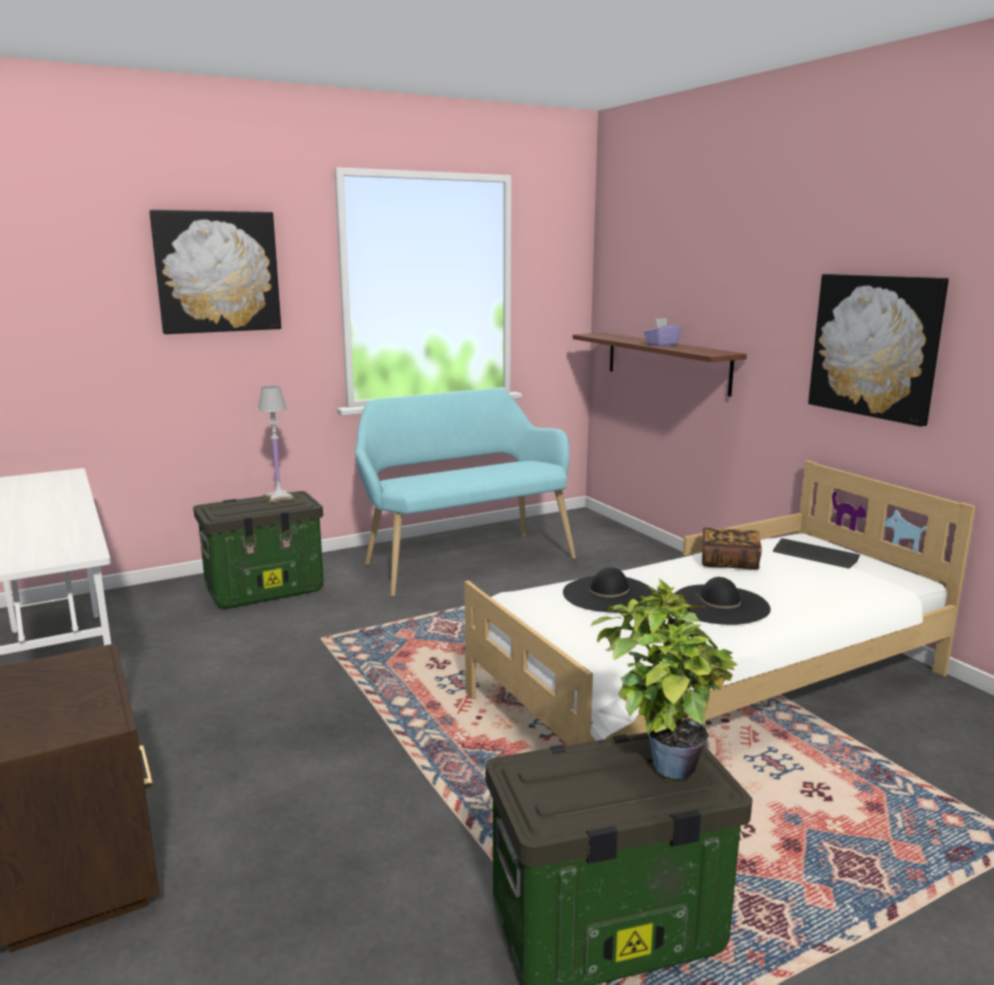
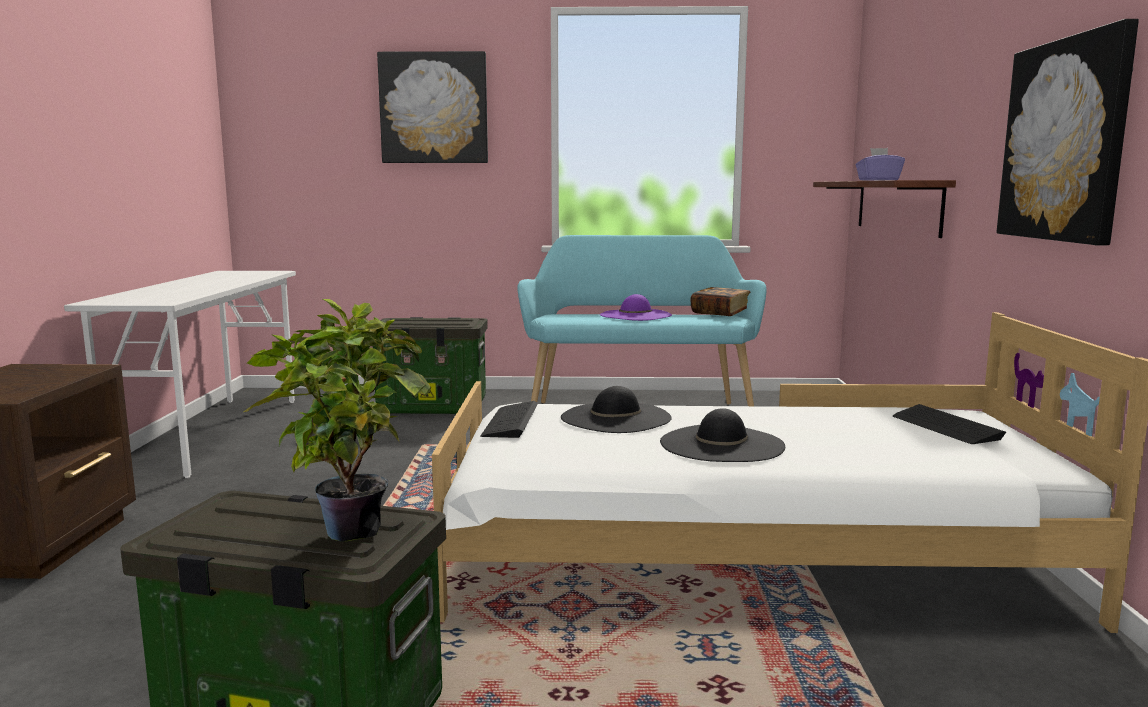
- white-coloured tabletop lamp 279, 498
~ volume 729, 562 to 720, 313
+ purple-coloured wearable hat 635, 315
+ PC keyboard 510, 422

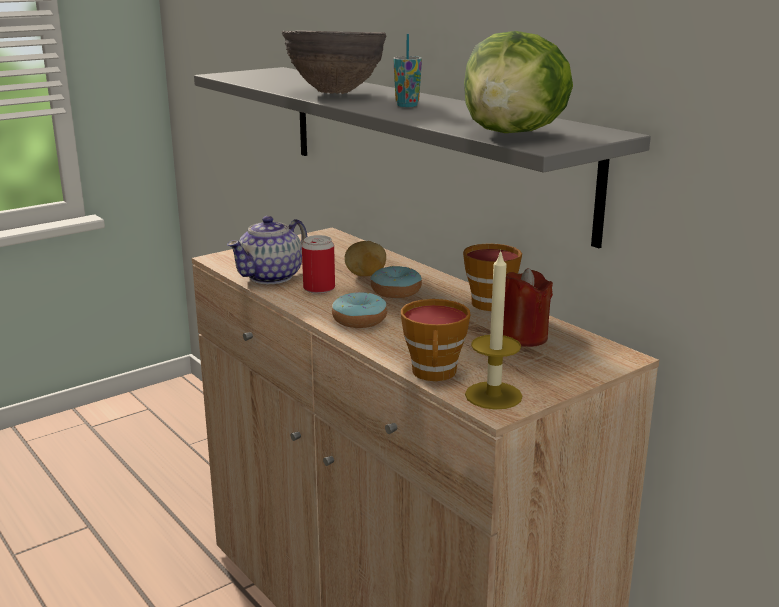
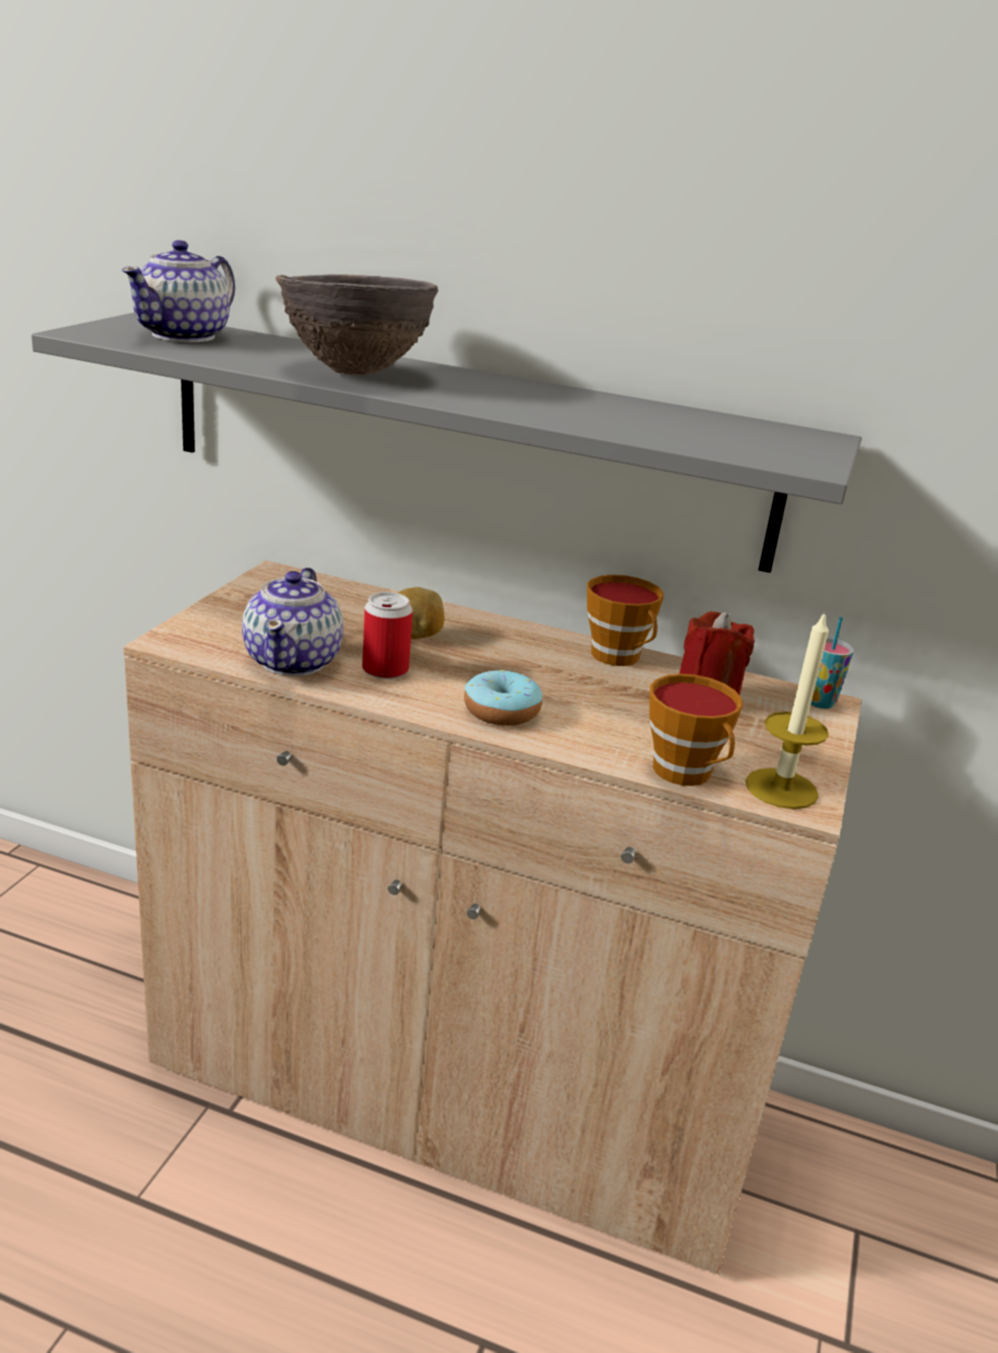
- head of lettuce 513, 133
~ drinking cup 407, 105 to 819, 702
- donut 396, 291
+ tea pot 184, 336

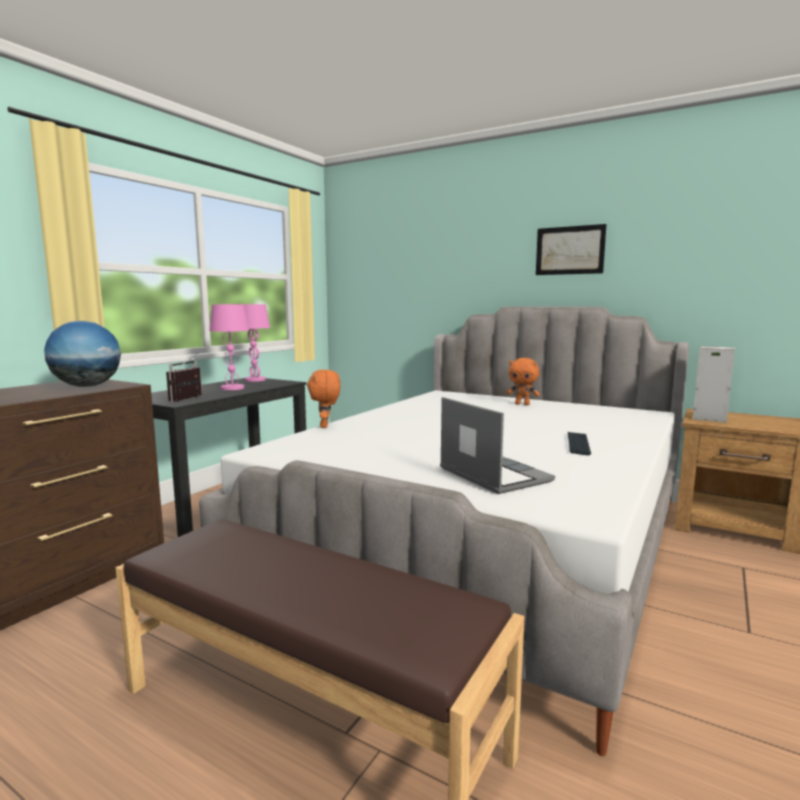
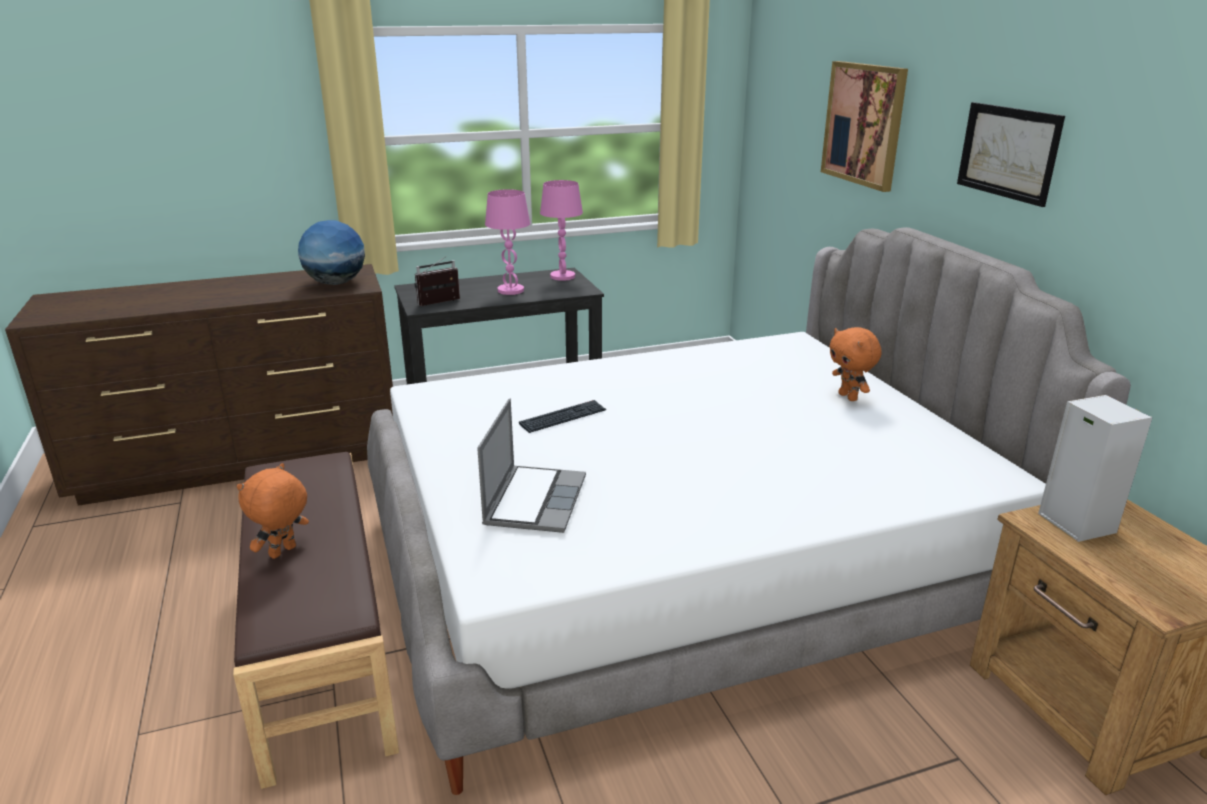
~ orange plush toy 325, 426 to 283, 552
~ PC keyboard 578, 444 to 563, 418
+ picture 864, 124

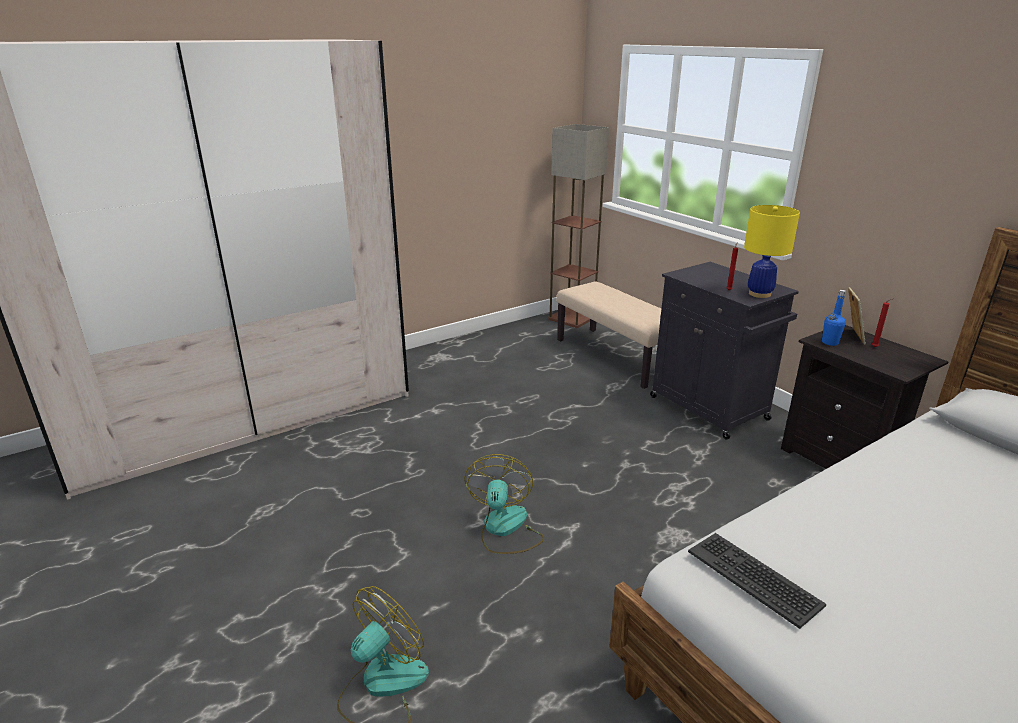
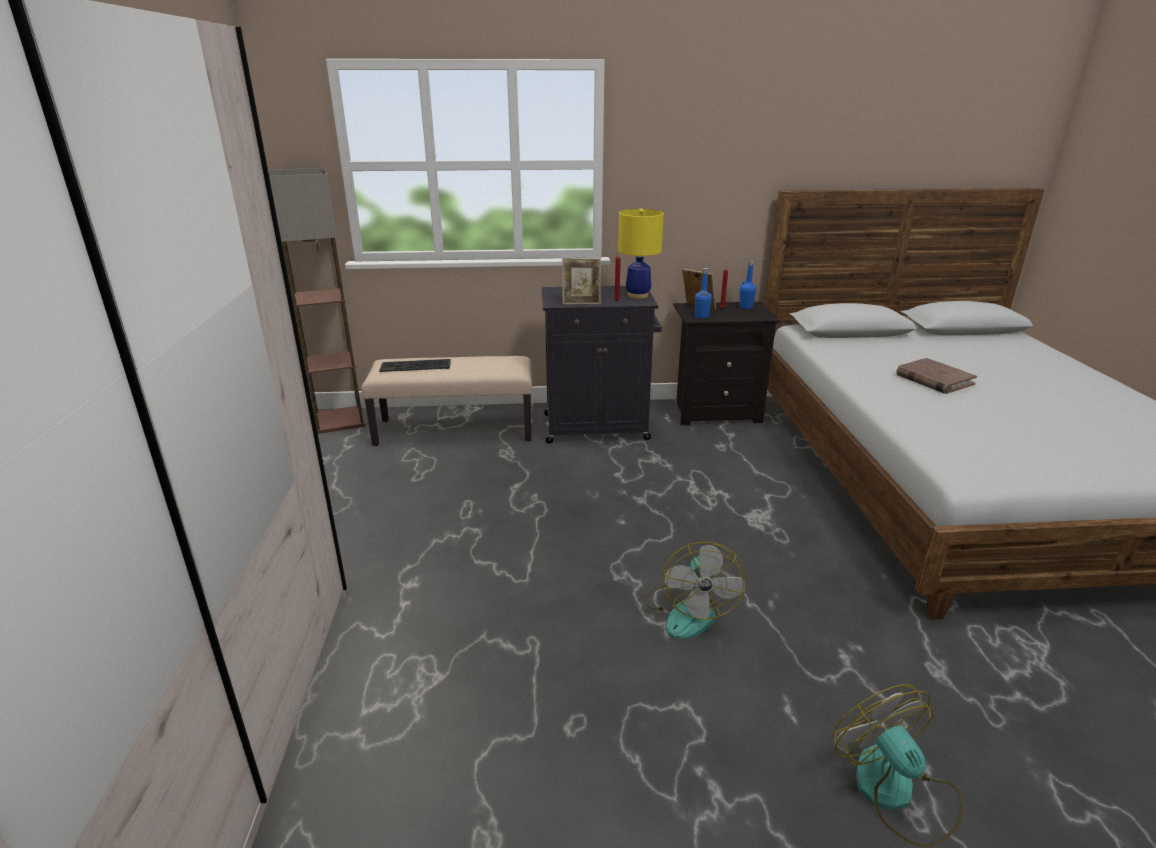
~ fan 505, 529 = 689, 611 120 degrees counterclockwise
~ PC keyboard 754, 577 to 415, 366
+ standing frame 581, 302
+ blue-coloured bottle 746, 307
+ brownish volume 934, 379

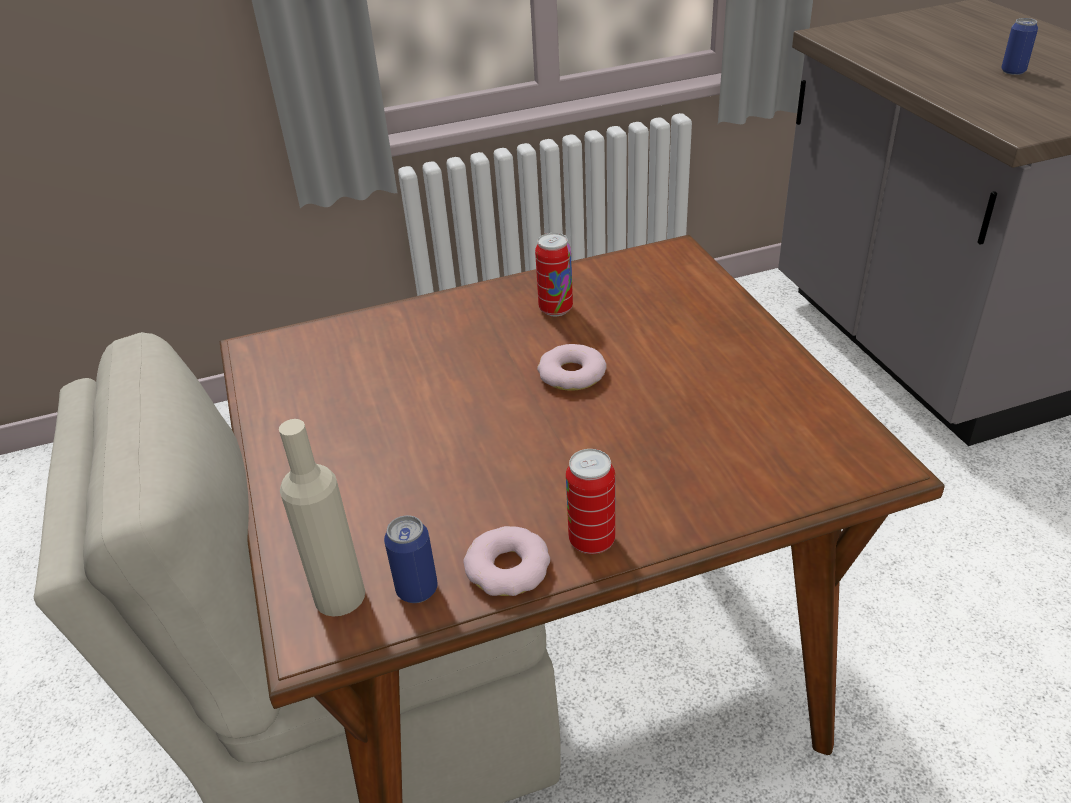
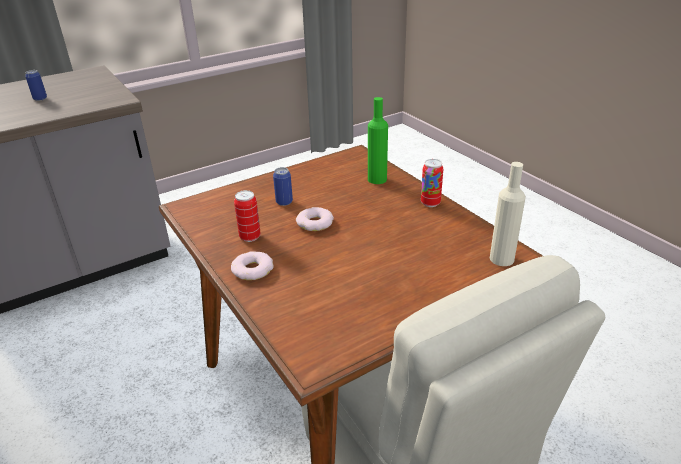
~ metal can 417, 589 to 284, 202
~ donut 508, 568 to 252, 269
+ green bottle 377, 179

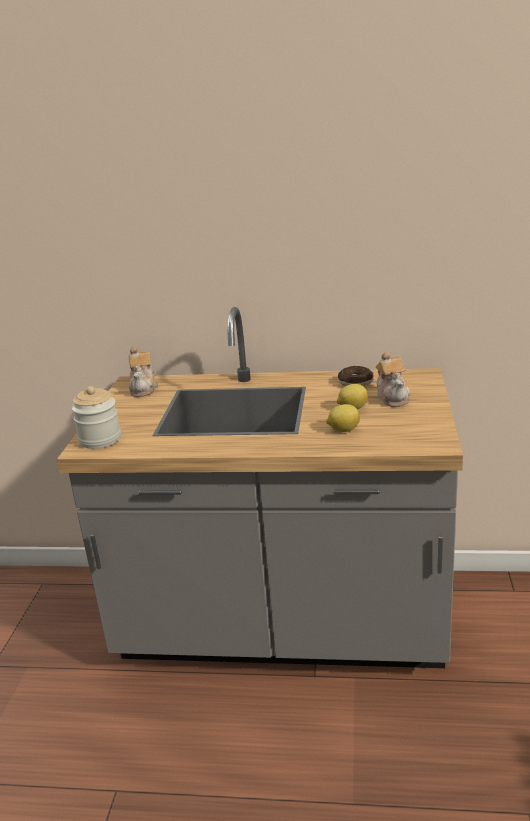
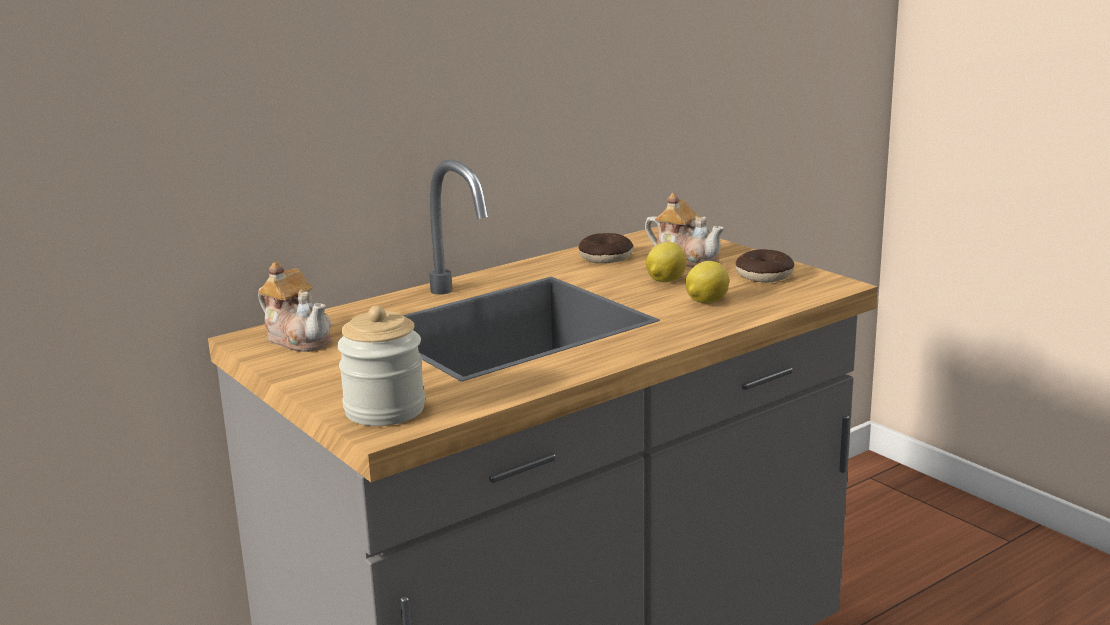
+ donut 764, 275

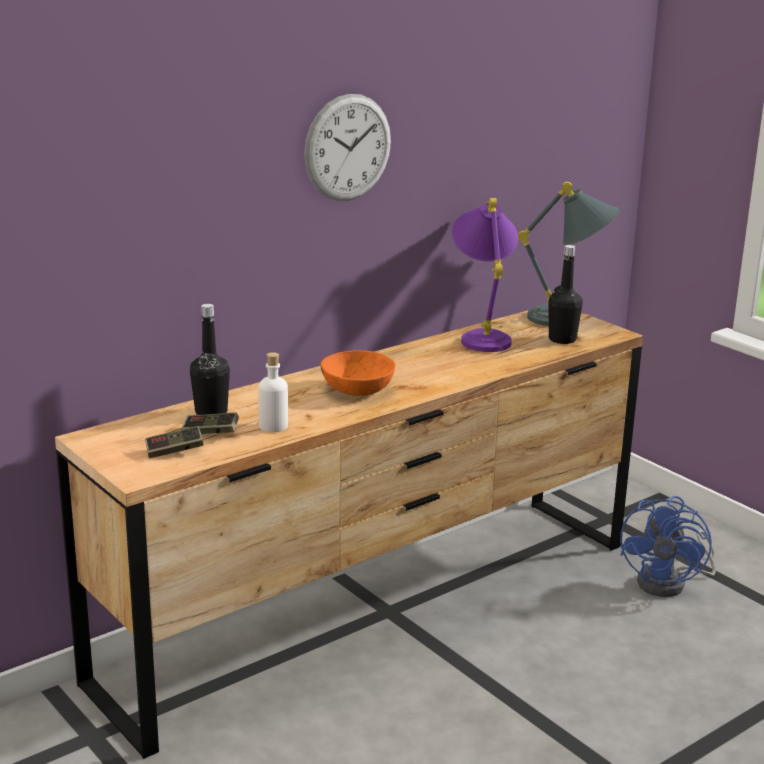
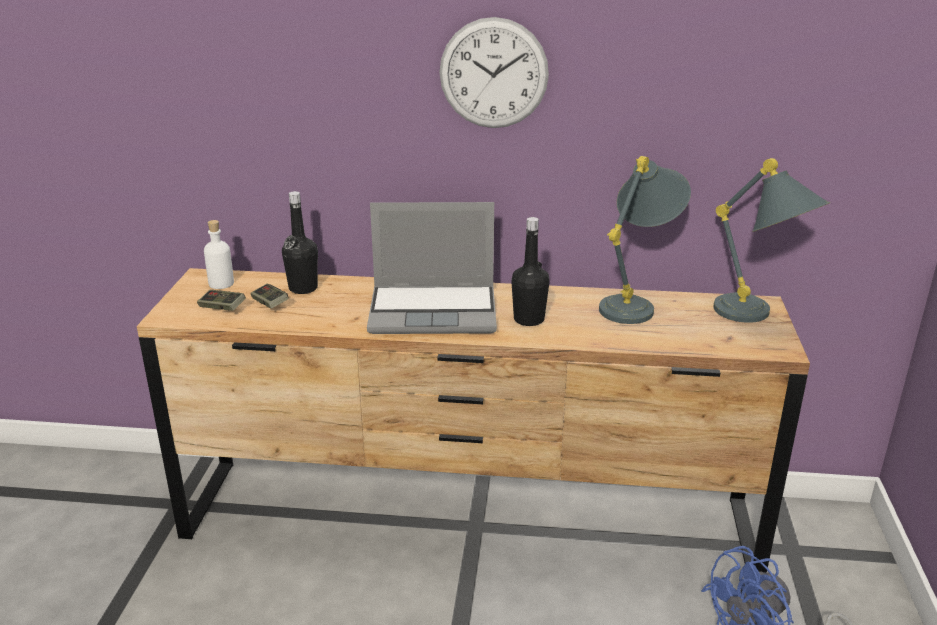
~ purple-coloured tabletop lamp 483, 336 to greyish tabletop lamp 636, 304
~ black bottle 562, 339 to 529, 319
~ orange deep dish 357, 389 to portable computer 435, 311
~ white-coloured bottle 273, 426 to 221, 283

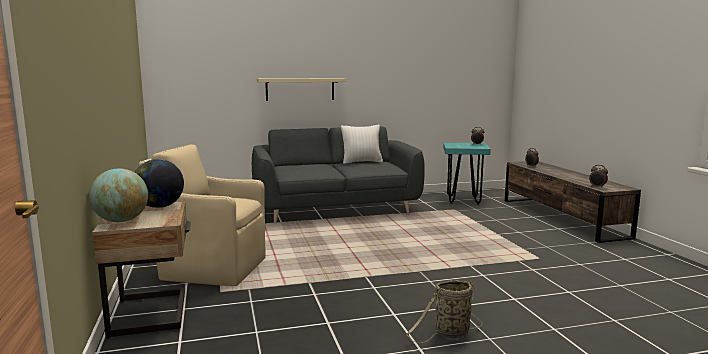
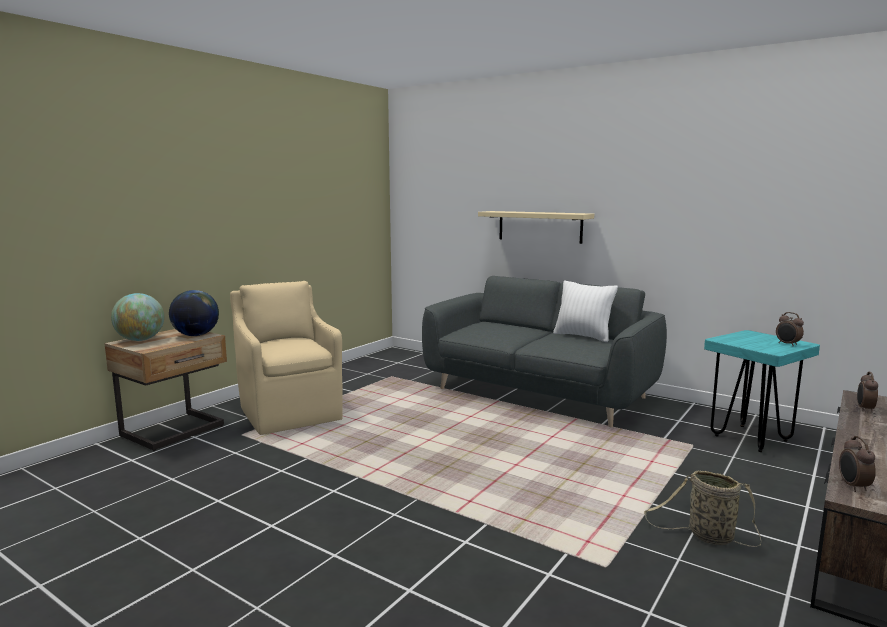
~ household basket 449, 334 to 707, 536

